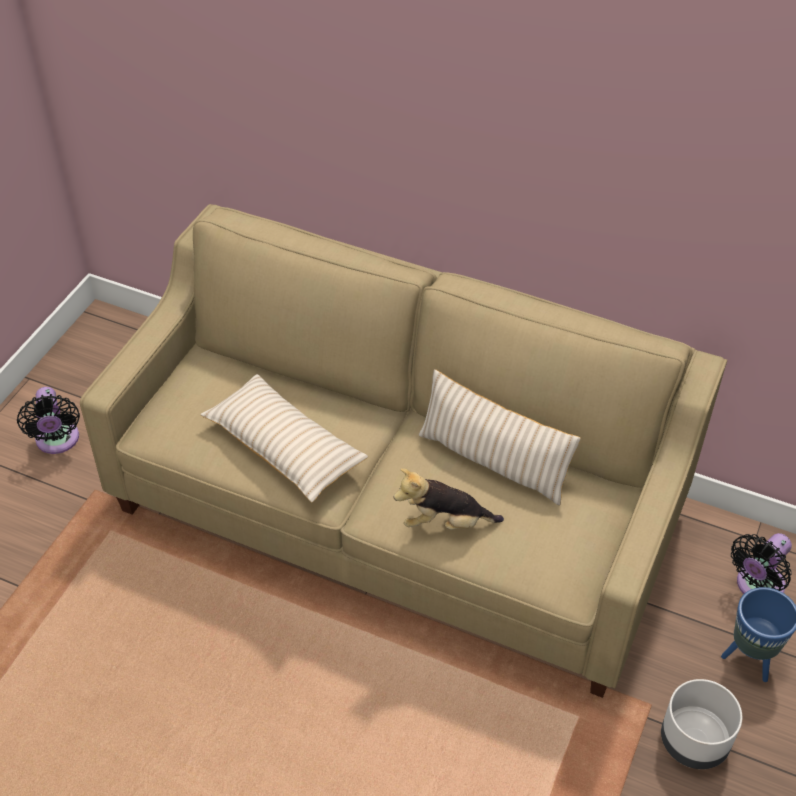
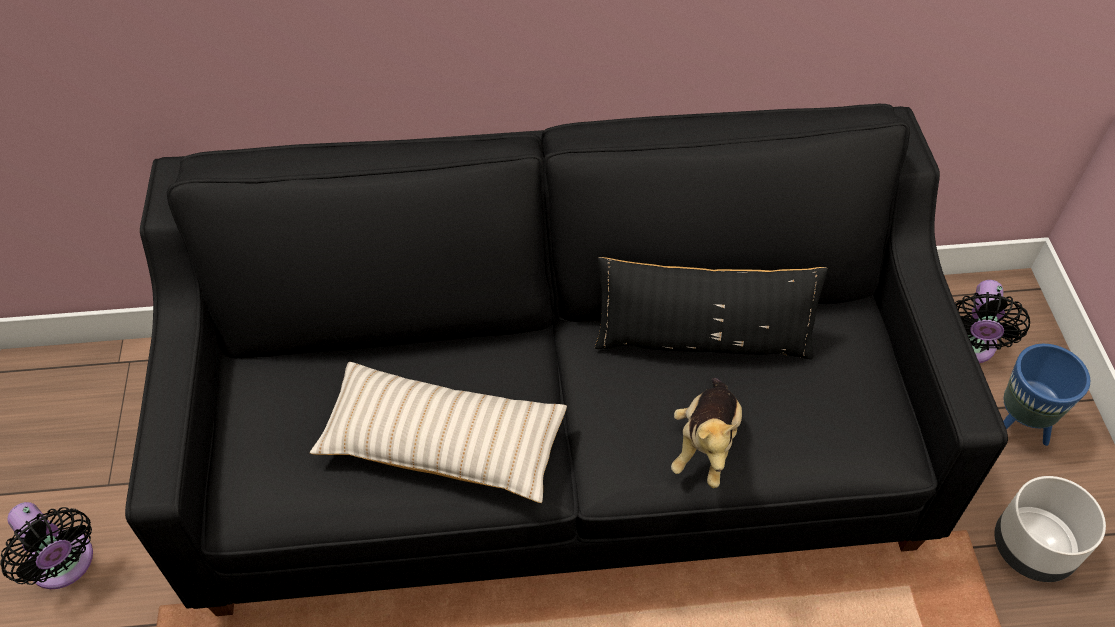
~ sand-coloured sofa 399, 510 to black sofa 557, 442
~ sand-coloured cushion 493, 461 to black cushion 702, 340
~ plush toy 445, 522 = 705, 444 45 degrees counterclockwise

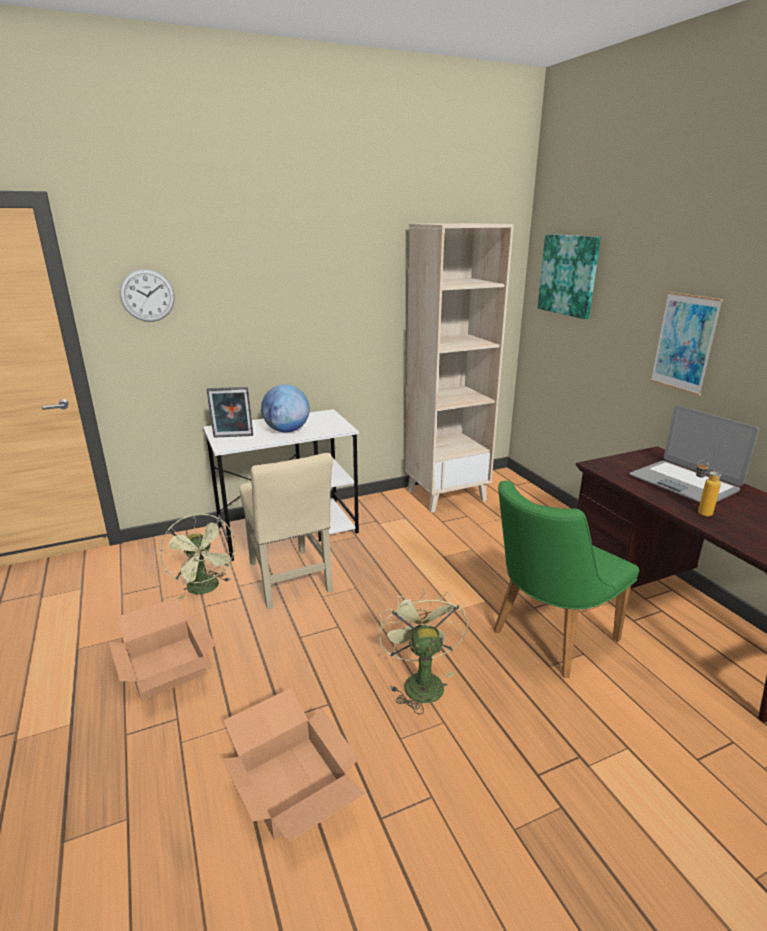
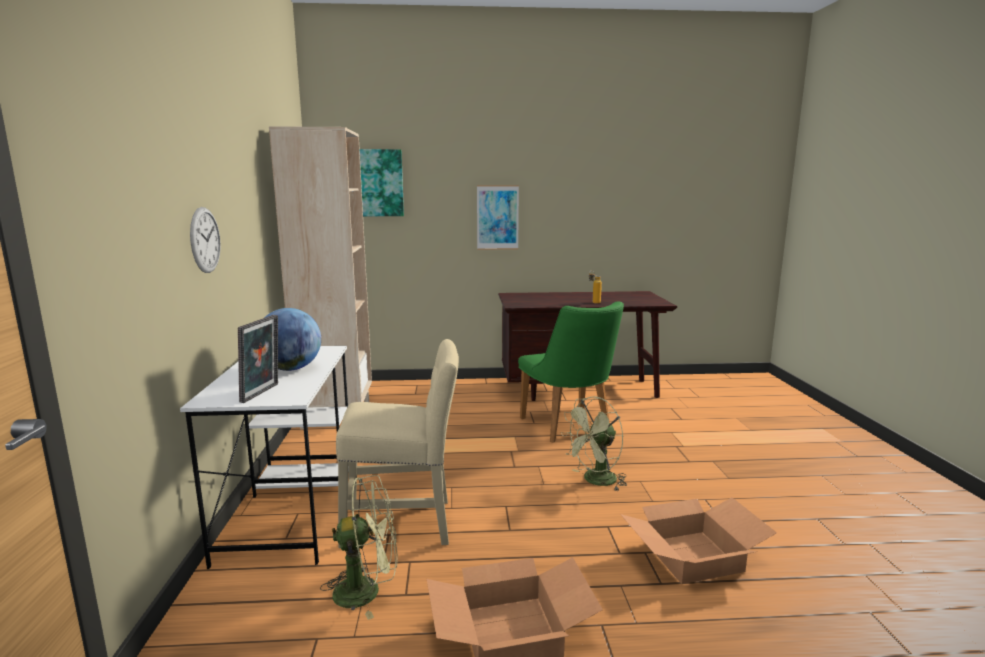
~ clock on the wall 147, 295 to 205, 240
- portable computer 684, 483
~ green fan 420, 681 = 595, 481 45 degrees counterclockwise

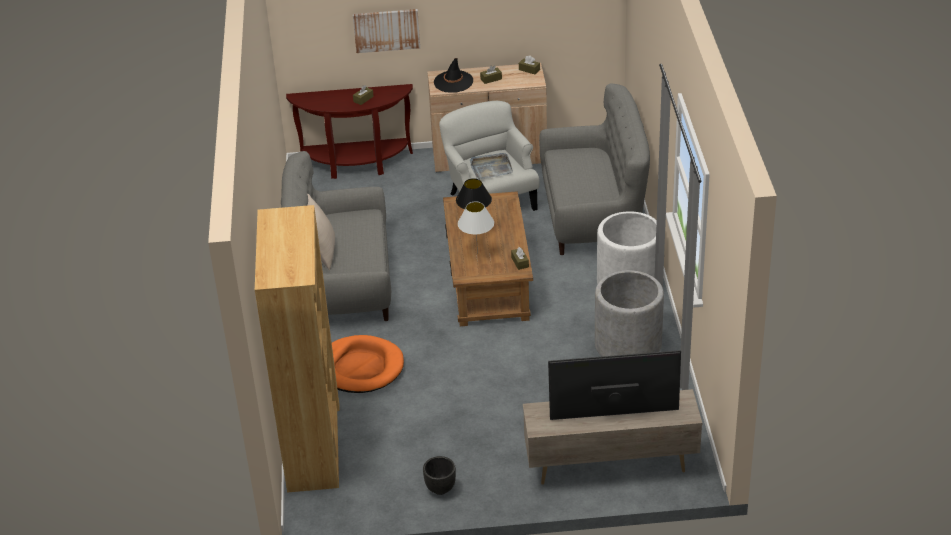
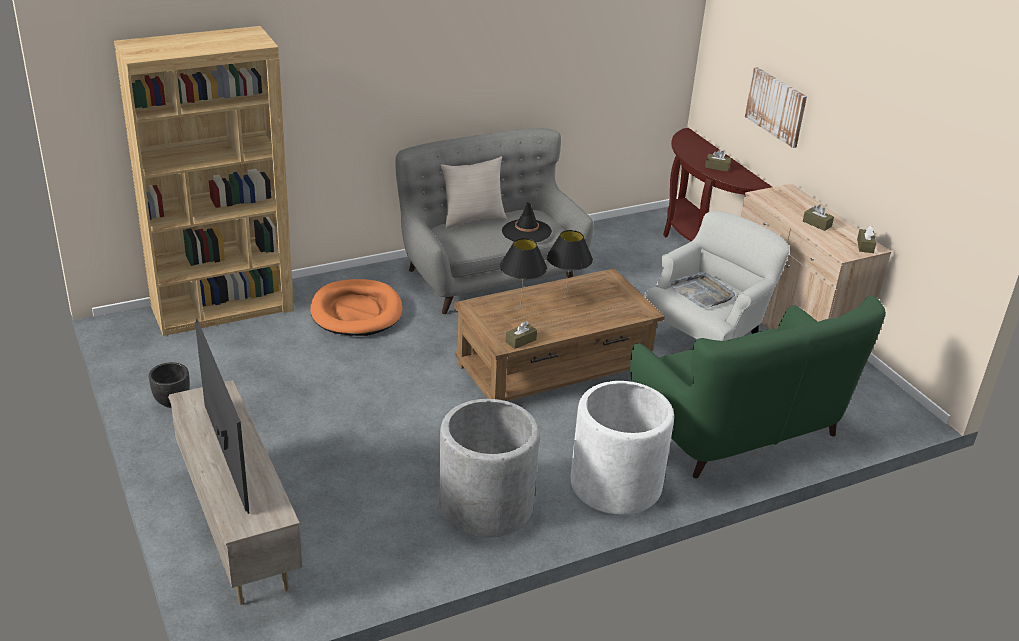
~ black wearable hat 453, 82 to 526, 232
~ greyish sofa 593, 215 to green sofa 738, 428
~ white-coloured tabletop lamp 477, 253 to black tabletop lamp 520, 308

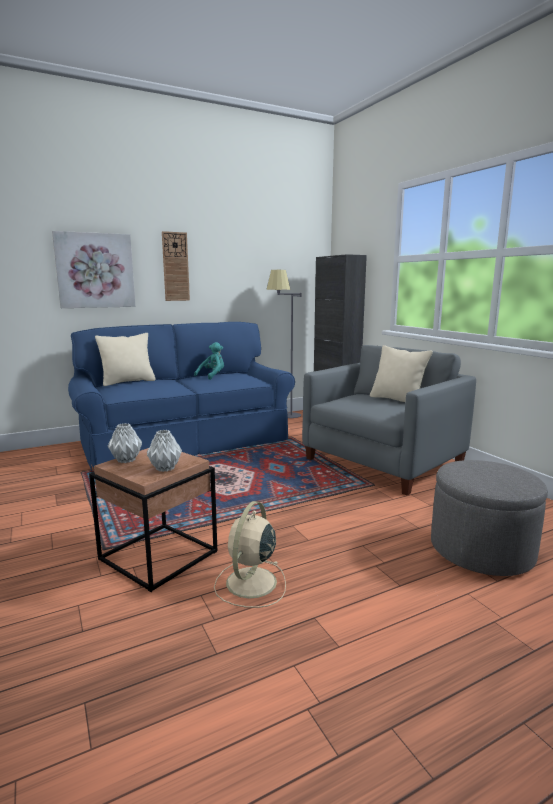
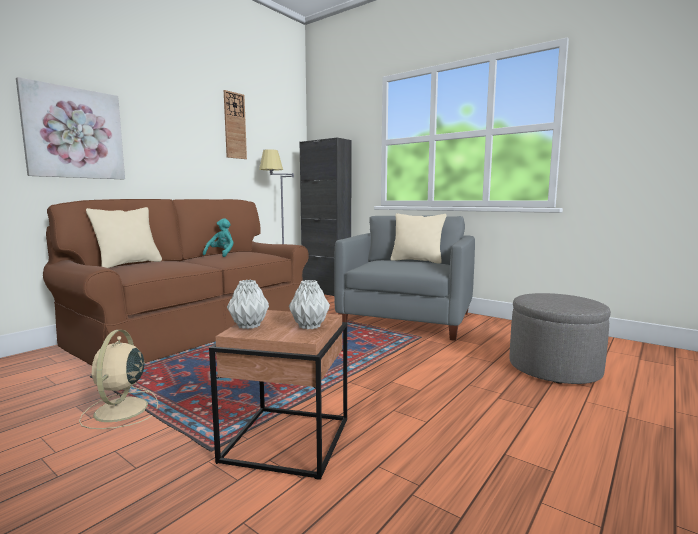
~ clock on the wall 175, 266 to 234, 125
~ blue-coloured sofa 185, 441 to brownish sofa 196, 328
~ sand-coloured fan 250, 584 to 120, 411

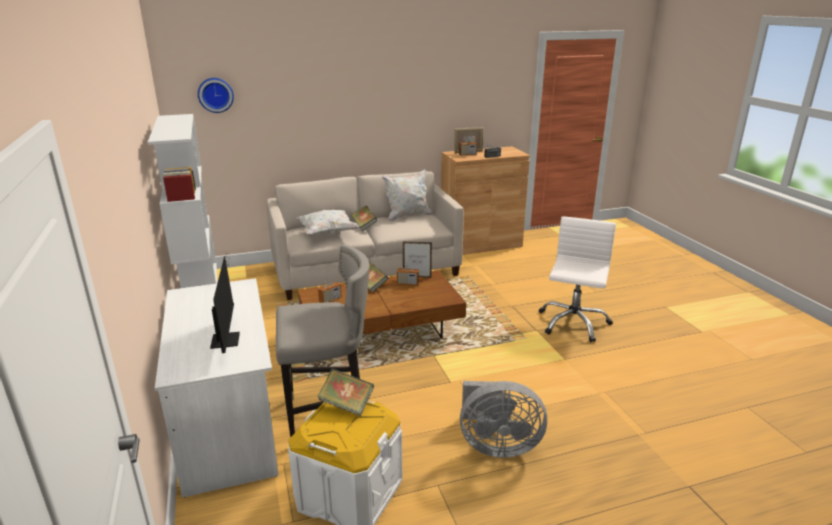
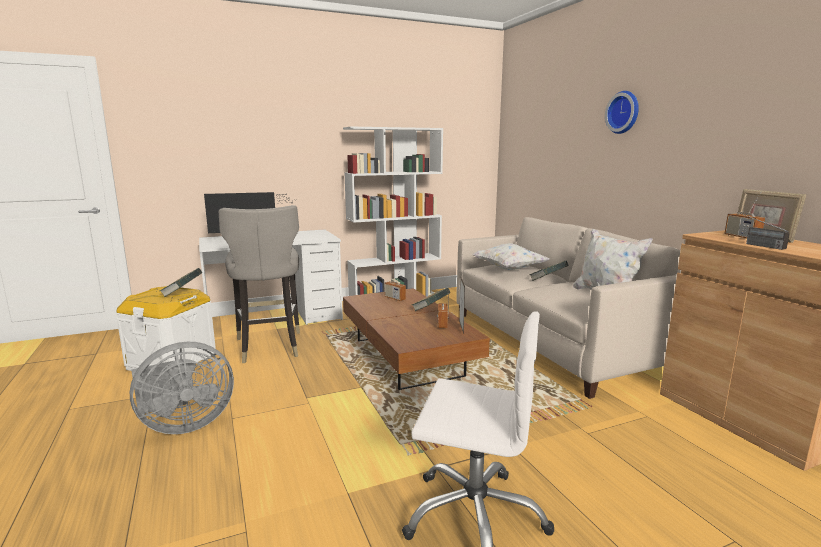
~ clock on the wall 215, 95 to 624, 112
~ greyish fan 496, 445 = 184, 424 120 degrees counterclockwise

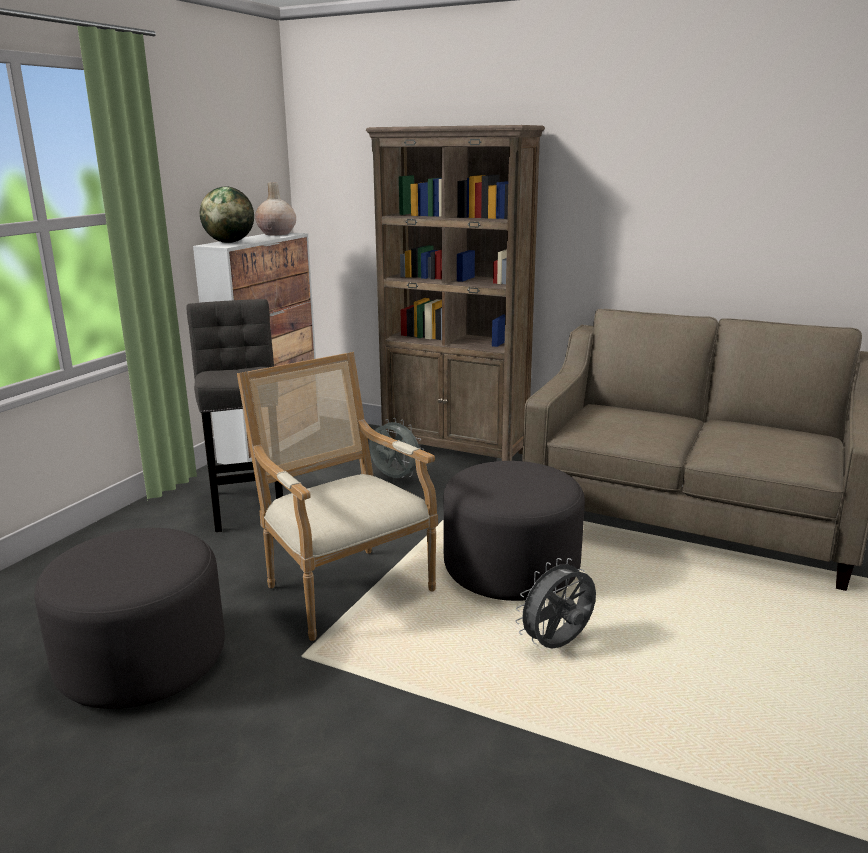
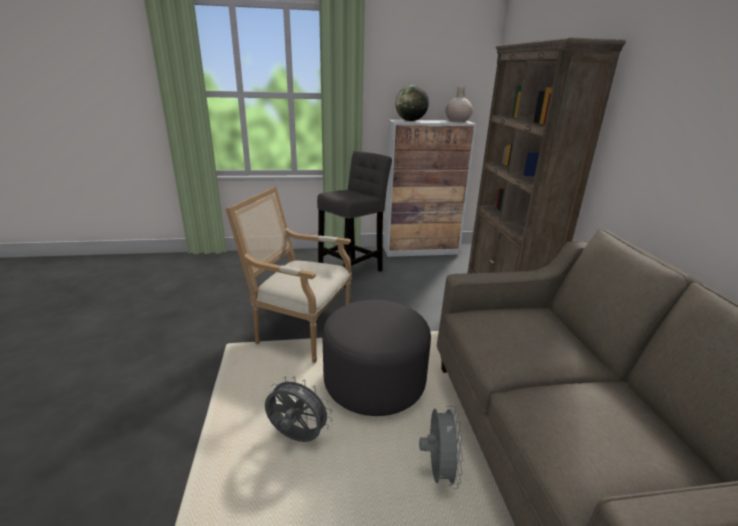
~ armchair 343, 587 = 299, 329 90 degrees counterclockwise
~ greyish fan 394, 478 to 438, 471
- greyish footrest 142, 661

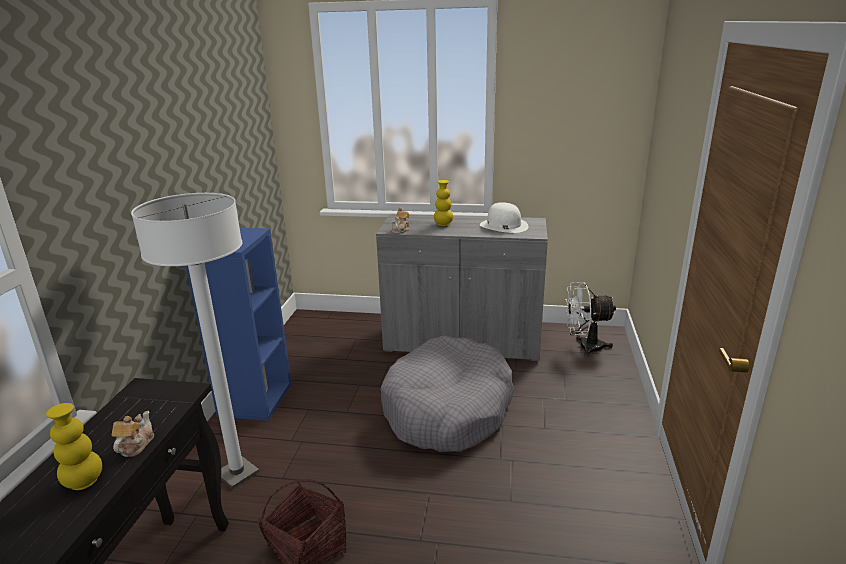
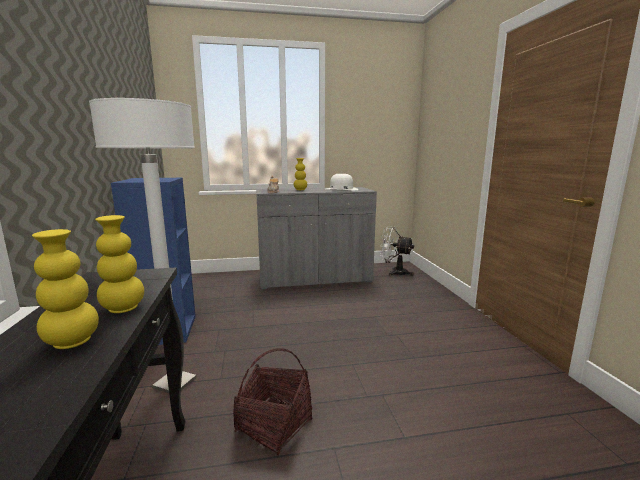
~ white-coloured fan 584, 347 = 394, 272 45 degrees clockwise
- greyish dog cushion 448, 409
~ tea pot 135, 445 to yellow vase 123, 309

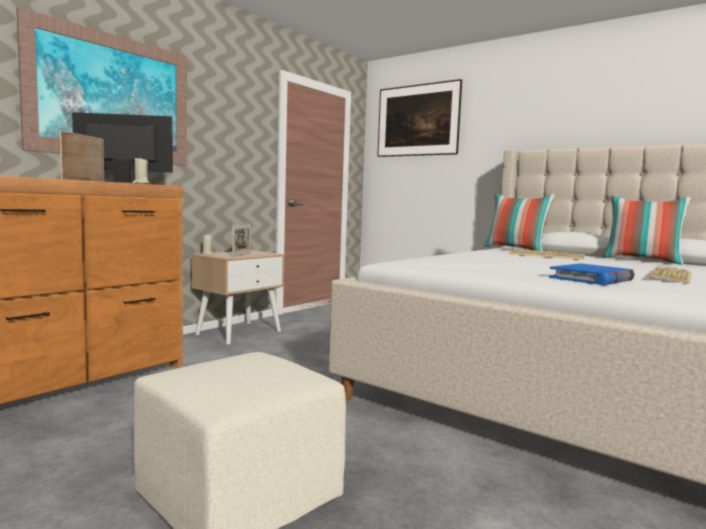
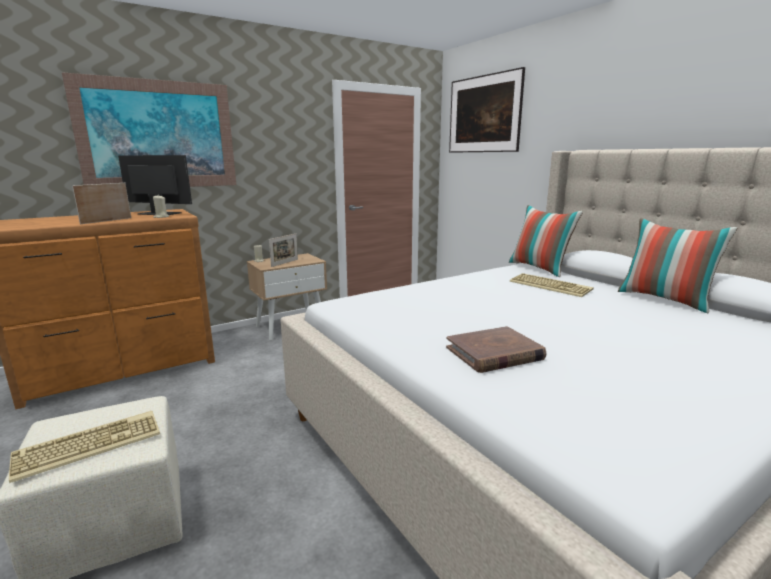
~ blue-coloured volume 591, 279 to brownish volume 494, 353
~ PC keyboard 669, 276 to 90, 443

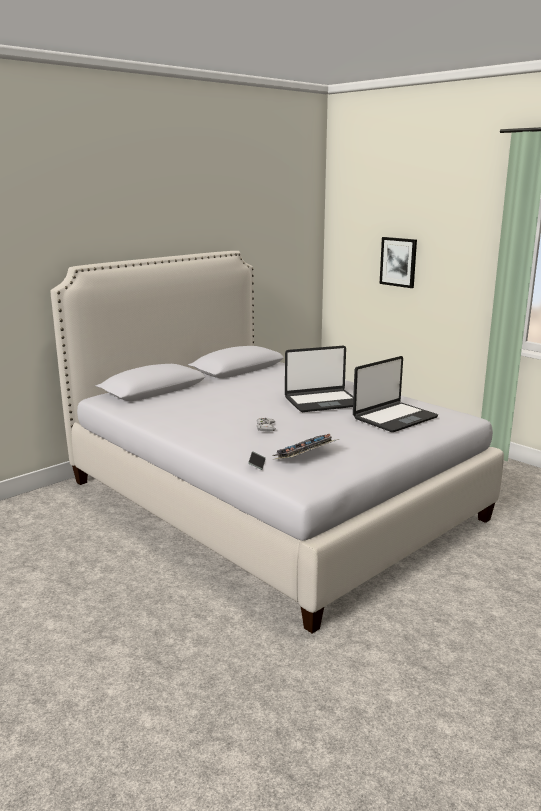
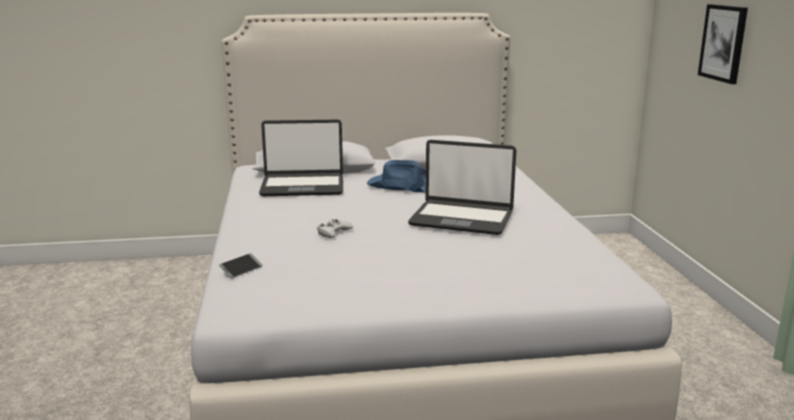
~ portable computer 394, 418 to 302, 186
- PC keyboard 305, 455
+ blue-coloured wearable hat 402, 185

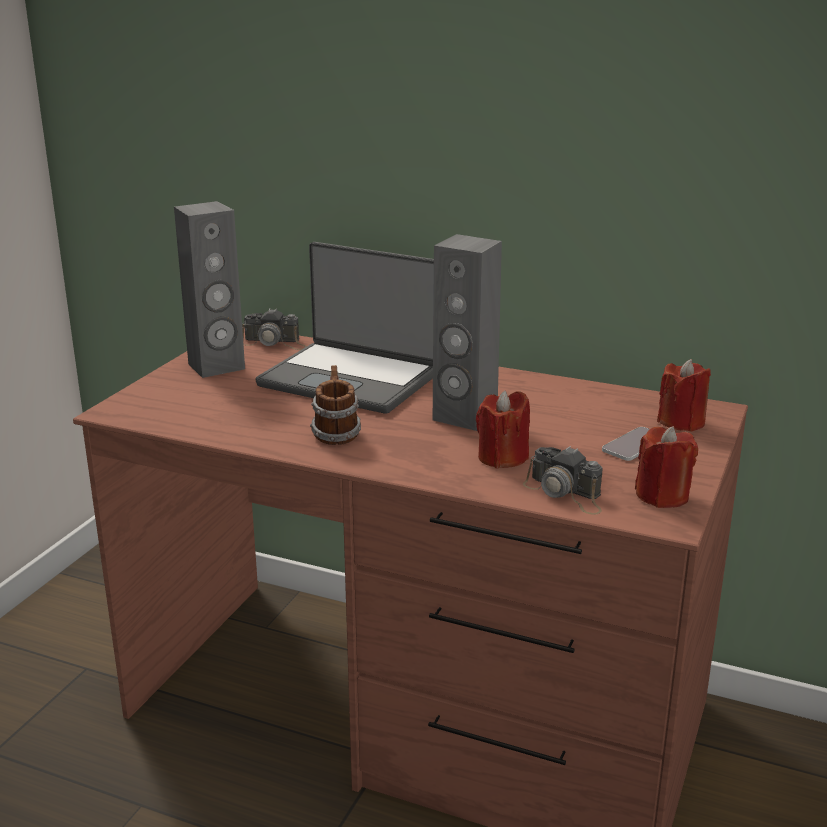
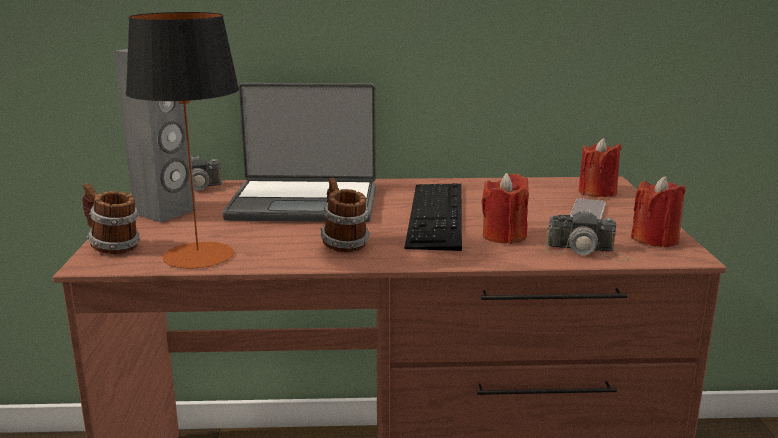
~ greyish audio speaker 464, 417 to PC keyboard 436, 214
+ tabletop lamp 198, 255
+ mug 112, 247

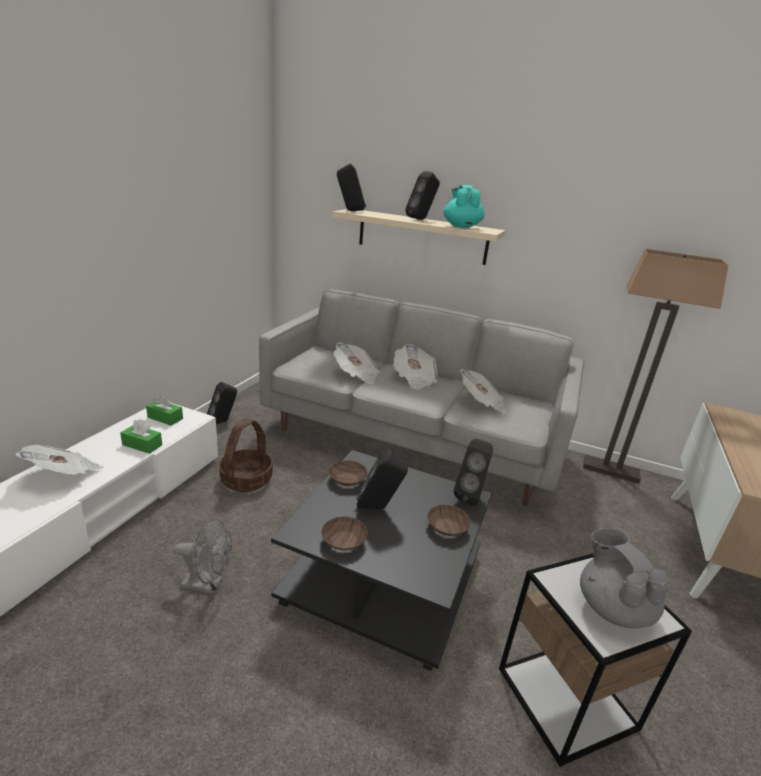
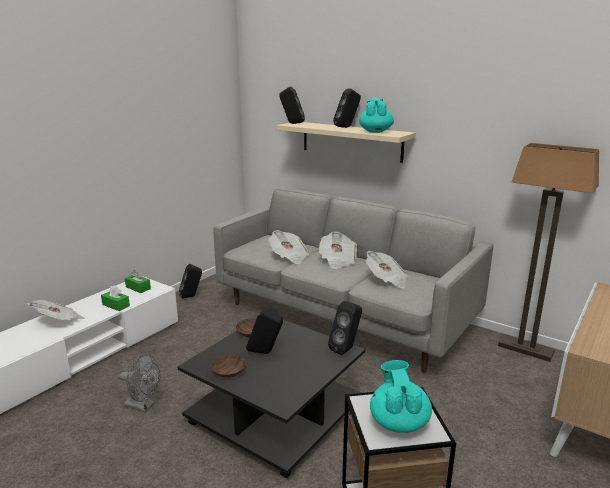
- household basket 246, 479
- brownish deep dish 446, 526
~ greyish tea pot 612, 607 to turquoise-coloured tea pot 398, 422

